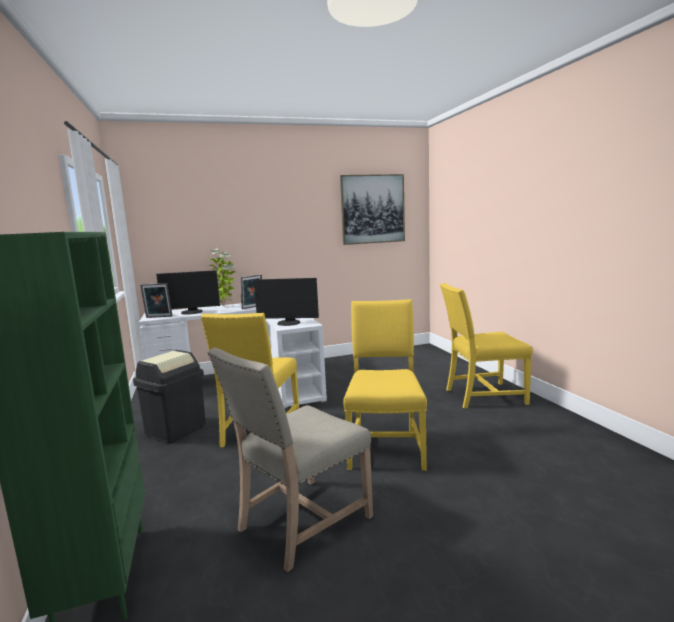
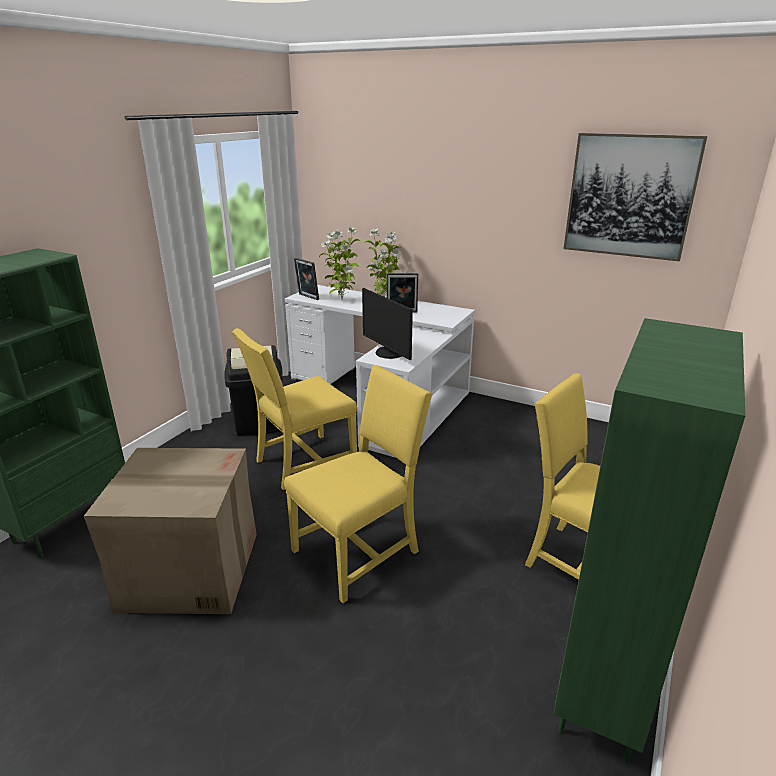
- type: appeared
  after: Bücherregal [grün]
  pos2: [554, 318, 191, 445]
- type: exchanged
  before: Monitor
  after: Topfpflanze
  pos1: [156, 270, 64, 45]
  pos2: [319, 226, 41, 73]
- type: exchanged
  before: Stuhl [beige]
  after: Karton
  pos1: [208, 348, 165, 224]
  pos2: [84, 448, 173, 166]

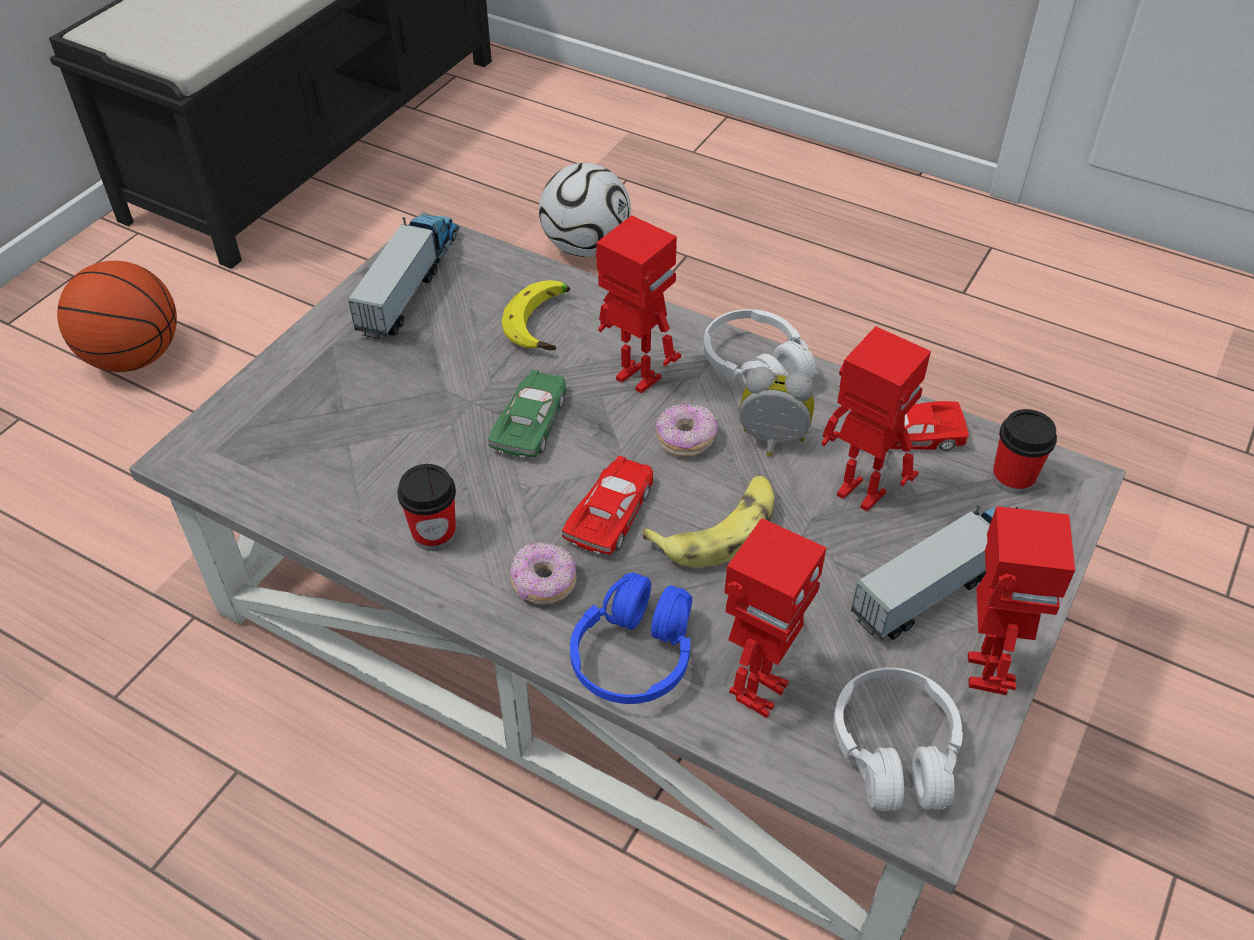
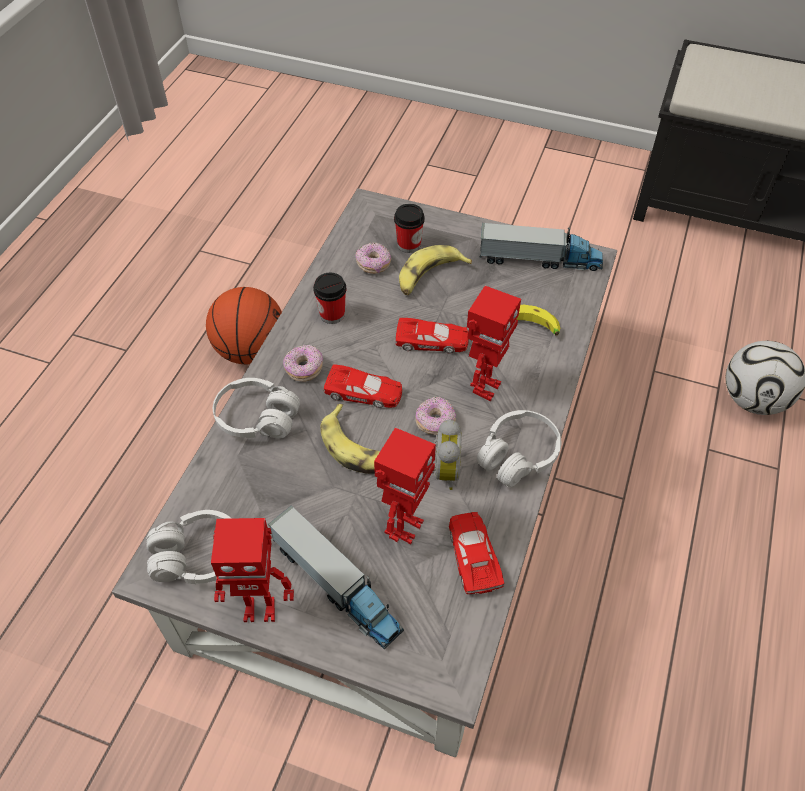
- type: missing
  before: Spielzeugroboter
  pos1: [725, 518, 102, 200]
- type: appeared
  after: Donut
  pos2: [355, 242, 36, 32]
- type: appeared
  after: Banane
  pos2: [399, 245, 73, 50]
- type: relocated
  before: Basketball
  pos1: [57, 261, 120, 111]
  pos2: [206, 287, 76, 77]
- type: relocated
  before: Tasse
  pos1: [992, 409, 65, 85]
  pos2: [394, 204, 31, 49]
- type: colour
  before: Spielzeugauto [grün]
  after: Spielzeugauto [rot]
  pos1: [488, 370, 79, 88]
  pos2: [395, 318, 74, 36]
- type: colour
  before: Kopfhörer [blau]
  after: Kopfhörer [weiß]
  pos1: [570, 573, 122, 131]
  pos2: [213, 378, 87, 61]

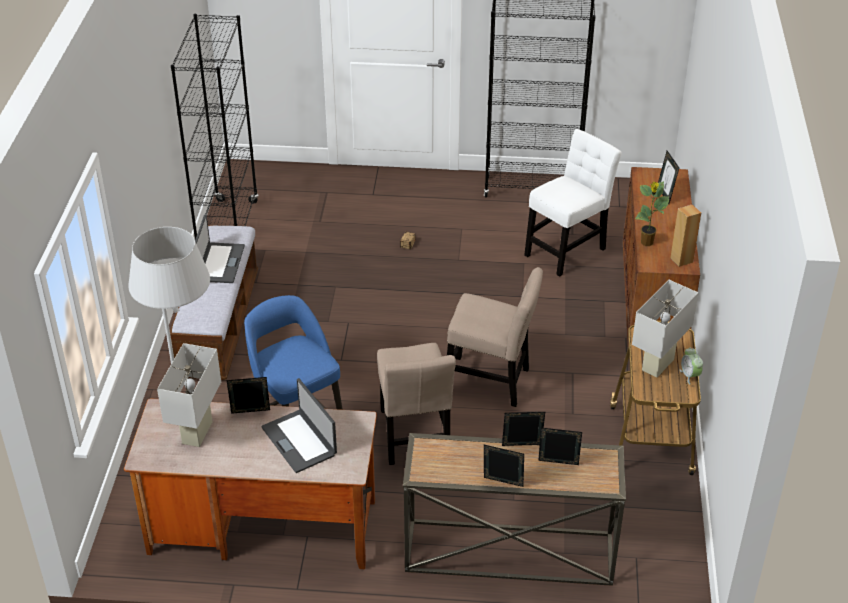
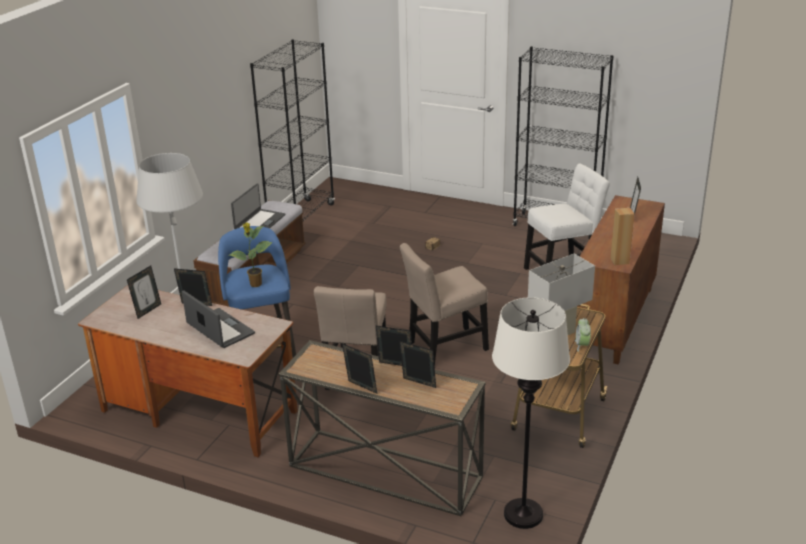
- type: appeared
  after: Stehlampe [weiß]
  pos2: [492, 297, 78, 232]
- type: relocated
  before: Topfpflanze
  pos1: [635, 181, 34, 65]
  pos2: [229, 223, 43, 64]
- type: exchanged
  before: Tischlampe [weiß]
  after: Bilderrahmen
  pos1: [157, 343, 64, 104]
  pos2: [127, 266, 34, 53]
- type: spun
  before: Laptop
  pos1: [261, 378, 76, 95]
  pos2: [182, 290, 73, 58]
  turn: 150
- type: spun
  before: Stuhl [beige]
  pos1: [447, 267, 96, 140]
  pos2: [400, 243, 89, 123]
  turn: 120

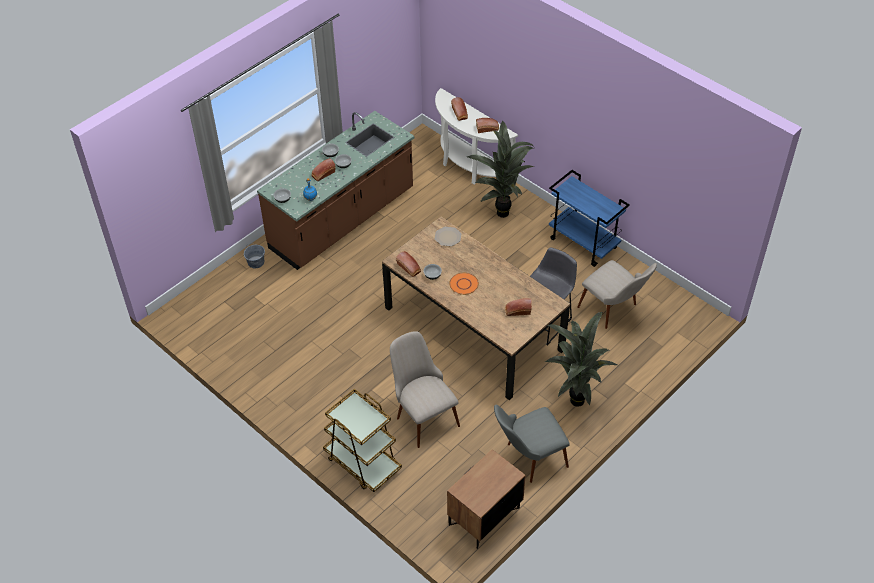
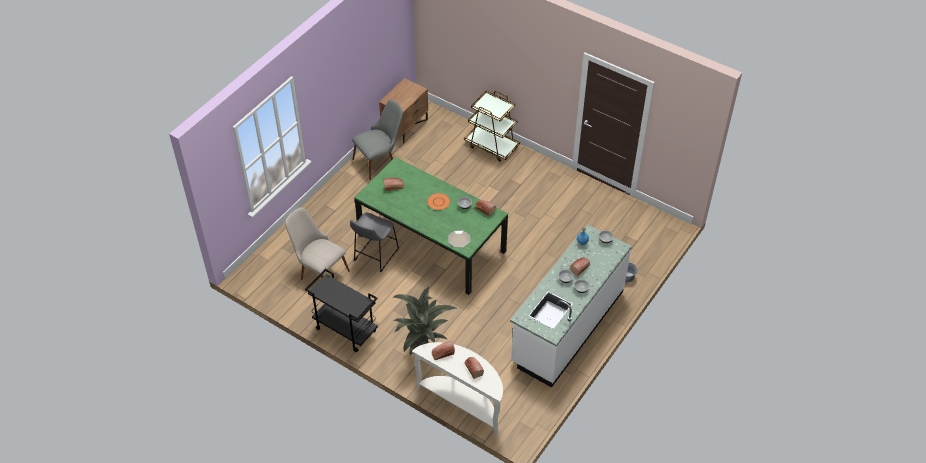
- type: missing
  before: Stuhl [beige]
  pos1: [390, 331, 70, 117]
- type: missing
  before: Topfpflanze
  pos1: [545, 312, 73, 95]
- type: colour
  before: Küchenzeile [braun]
  after: Küchenzeile [weiß]
  pos1: [257, 111, 157, 159]
  pos2: [510, 225, 122, 163]
- type: colour
  before: Esstisch [braun]
  after: Esstisch [grün]
  pos1: [382, 216, 188, 184]
  pos2: [354, 157, 154, 138]
- type: colour
  before: Rollwagen [blau]
  after: Rollwagen [schwarz]
  pos1: [549, 170, 81, 97]
  pos2: [305, 269, 73, 83]

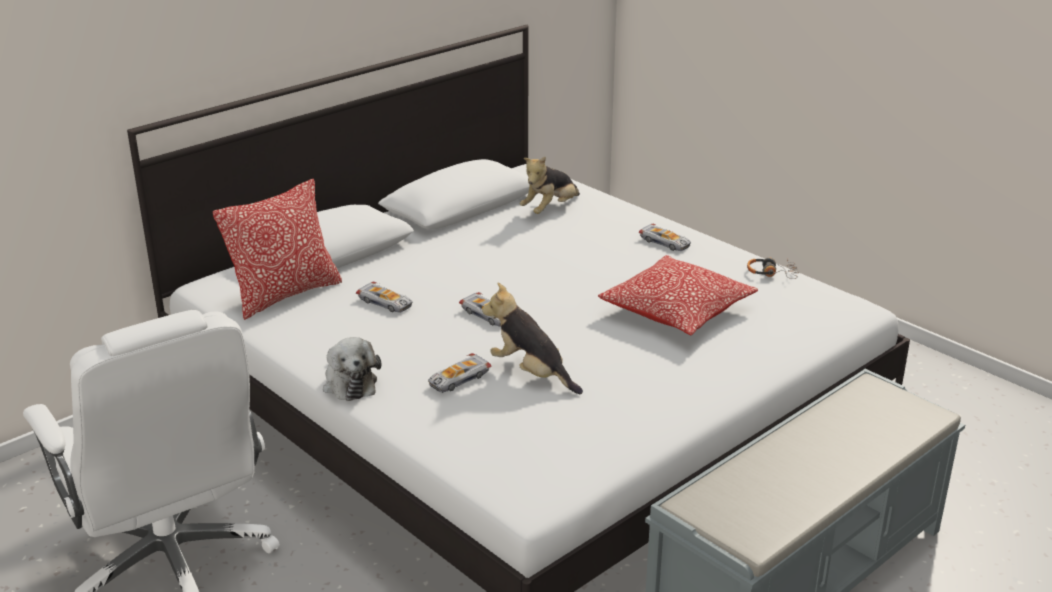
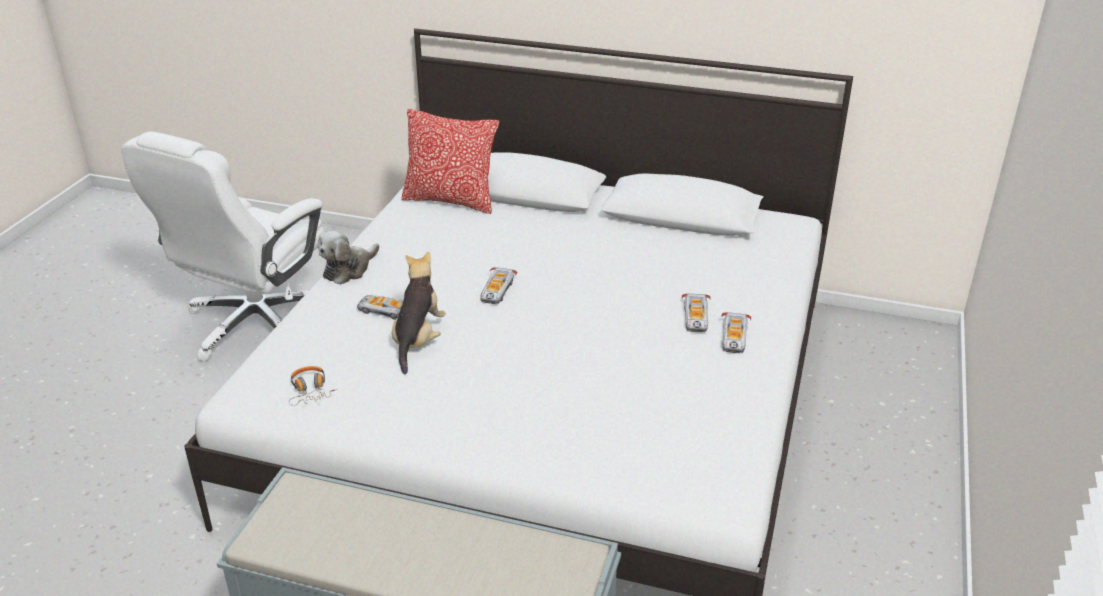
- type: missing
  before: Plüschtier
  pos1: [520, 156, 60, 58]
- type: missing
  before: Kissen
  pos1: [598, 255, 160, 80]
- type: relocated
  before: Spielzeugauto
  pos1: [356, 282, 56, 31]
  pos2: [682, 294, 29, 38]
- type: relocated
  before: Kopfhörer
  pos1: [747, 258, 52, 21]
  pos2: [289, 366, 48, 40]

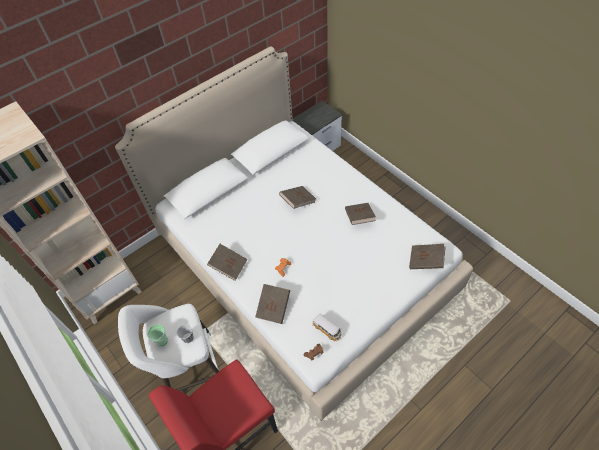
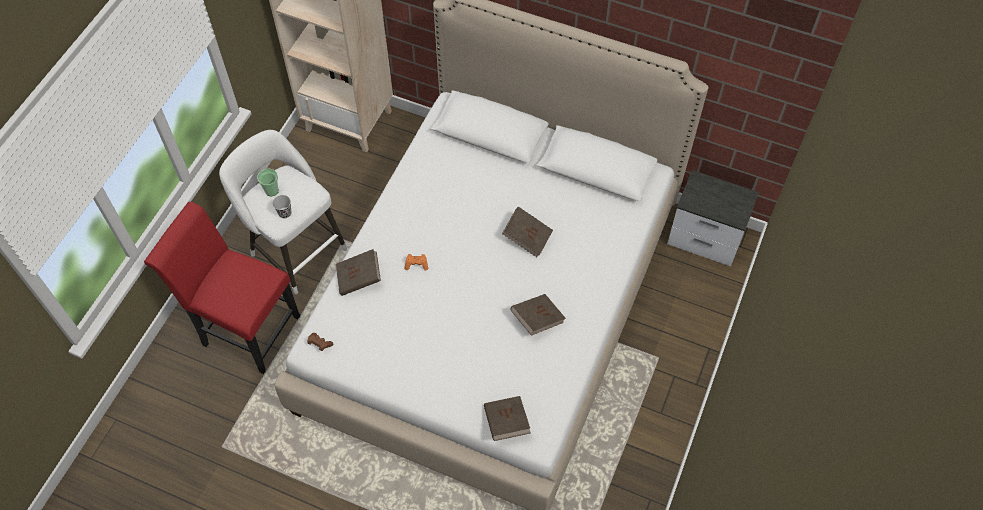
- type: missing
  before: Buch [braun]
  pos1: [207, 244, 41, 37]
- type: missing
  before: Spielzeugauto
  pos1: [312, 313, 30, 28]

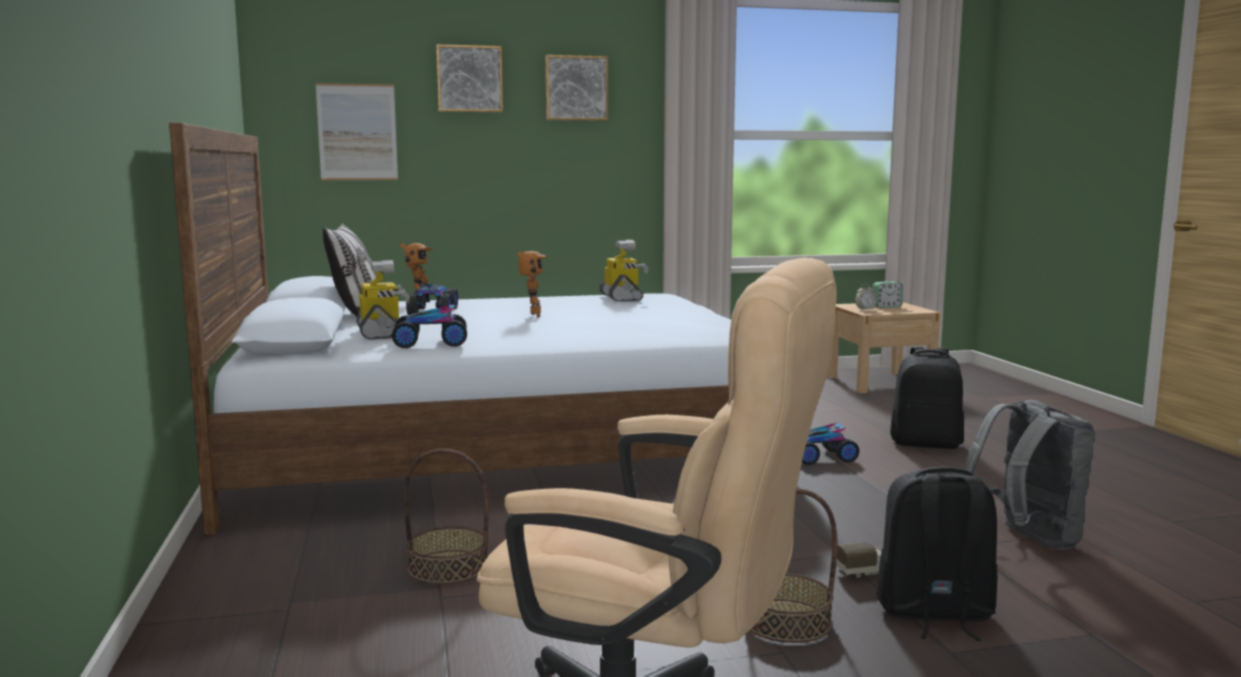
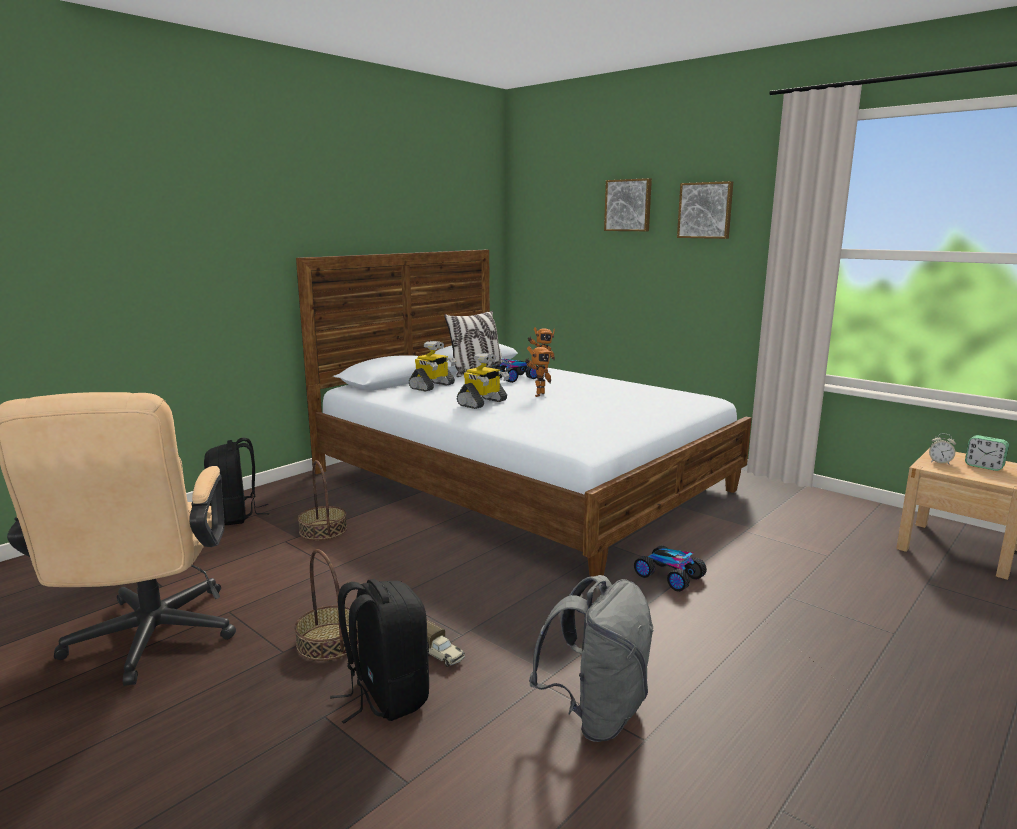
- type: missing
  before: Bild
  pos1: [316, 83, 82, 97]
- type: missing
  before: Spielzeugauto
  pos1: [392, 304, 75, 44]
- type: relocated
  before: Spielzeugroboter
  pos1: [599, 240, 50, 62]
  pos2: [457, 353, 53, 56]
- type: relocated
  before: Rucksack [schwarz]
  pos1: [890, 347, 74, 102]
  pos2: [204, 438, 66, 87]

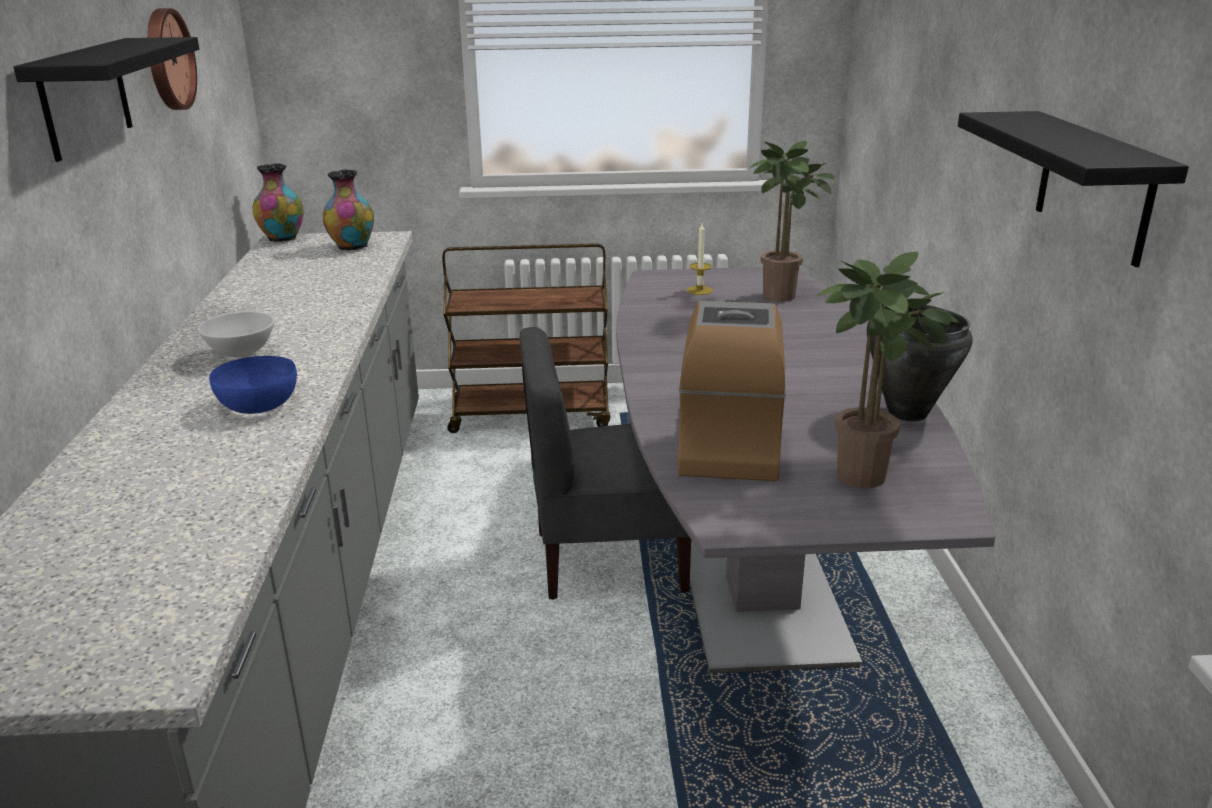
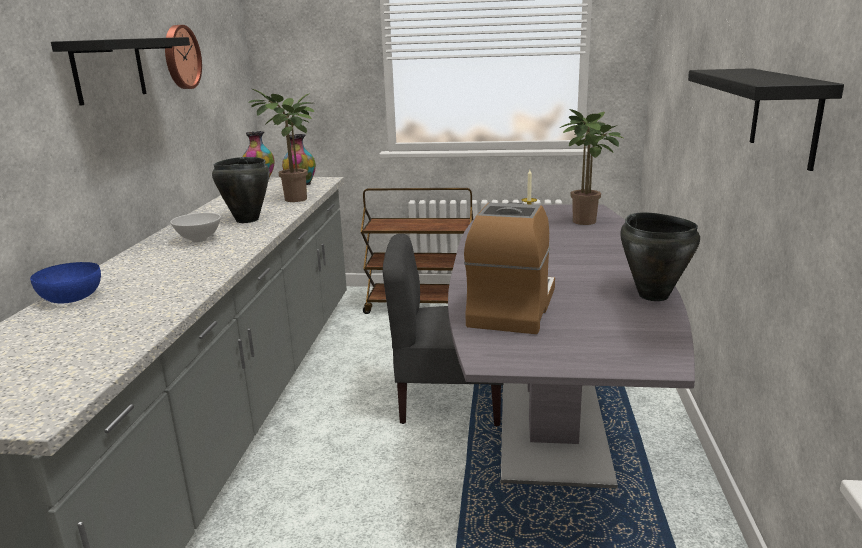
- type: appeared
  after: Kochtopf [schwarz]
  pos2: [212, 157, 58, 66]
- type: relocated
  before: Schüssel [blau]
  pos1: [209, 356, 88, 58]
  pos2: [30, 262, 71, 42]
- type: relocated
  before: Topfpflanze
  pos1: [817, 252, 141, 236]
  pos2: [248, 89, 66, 113]

